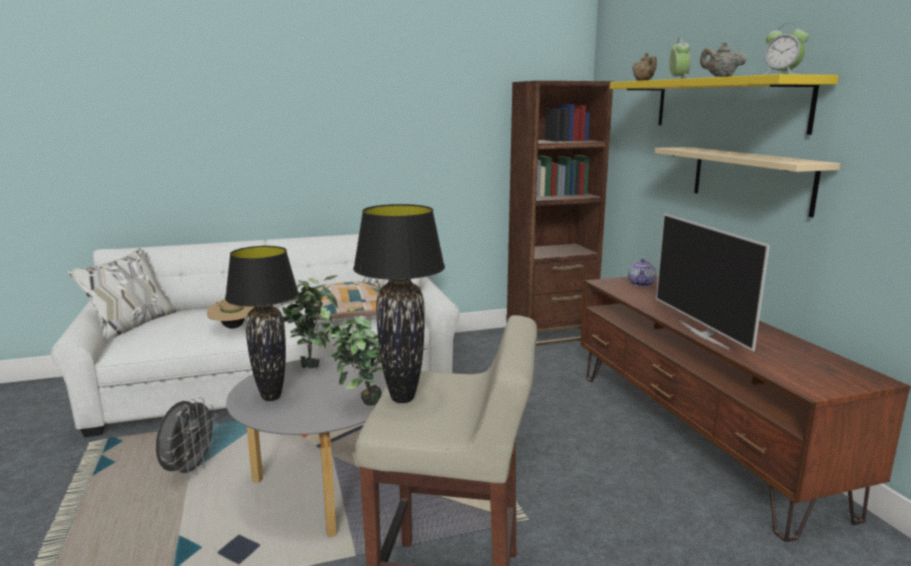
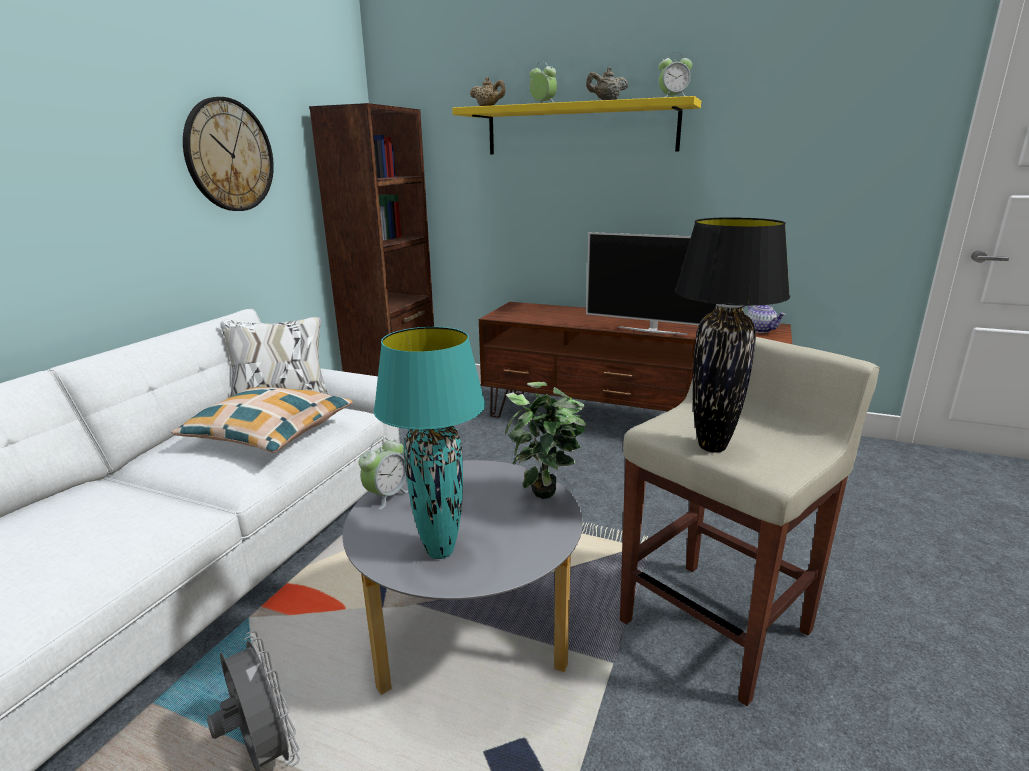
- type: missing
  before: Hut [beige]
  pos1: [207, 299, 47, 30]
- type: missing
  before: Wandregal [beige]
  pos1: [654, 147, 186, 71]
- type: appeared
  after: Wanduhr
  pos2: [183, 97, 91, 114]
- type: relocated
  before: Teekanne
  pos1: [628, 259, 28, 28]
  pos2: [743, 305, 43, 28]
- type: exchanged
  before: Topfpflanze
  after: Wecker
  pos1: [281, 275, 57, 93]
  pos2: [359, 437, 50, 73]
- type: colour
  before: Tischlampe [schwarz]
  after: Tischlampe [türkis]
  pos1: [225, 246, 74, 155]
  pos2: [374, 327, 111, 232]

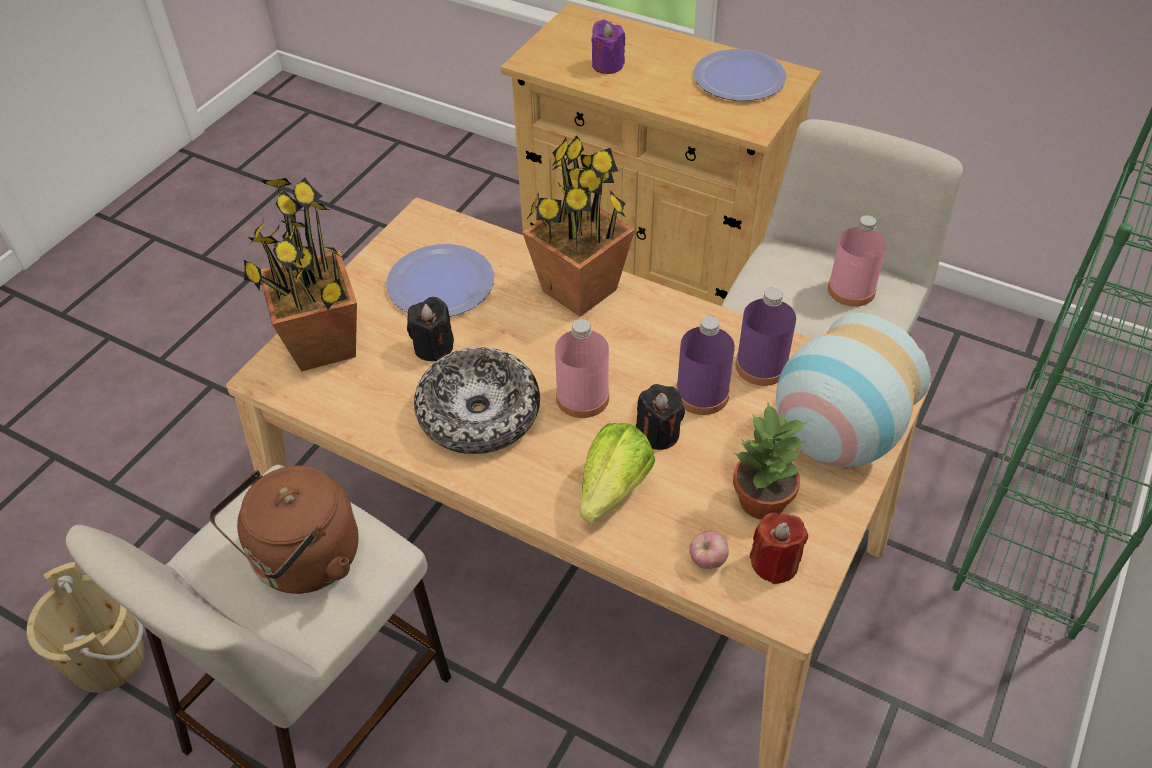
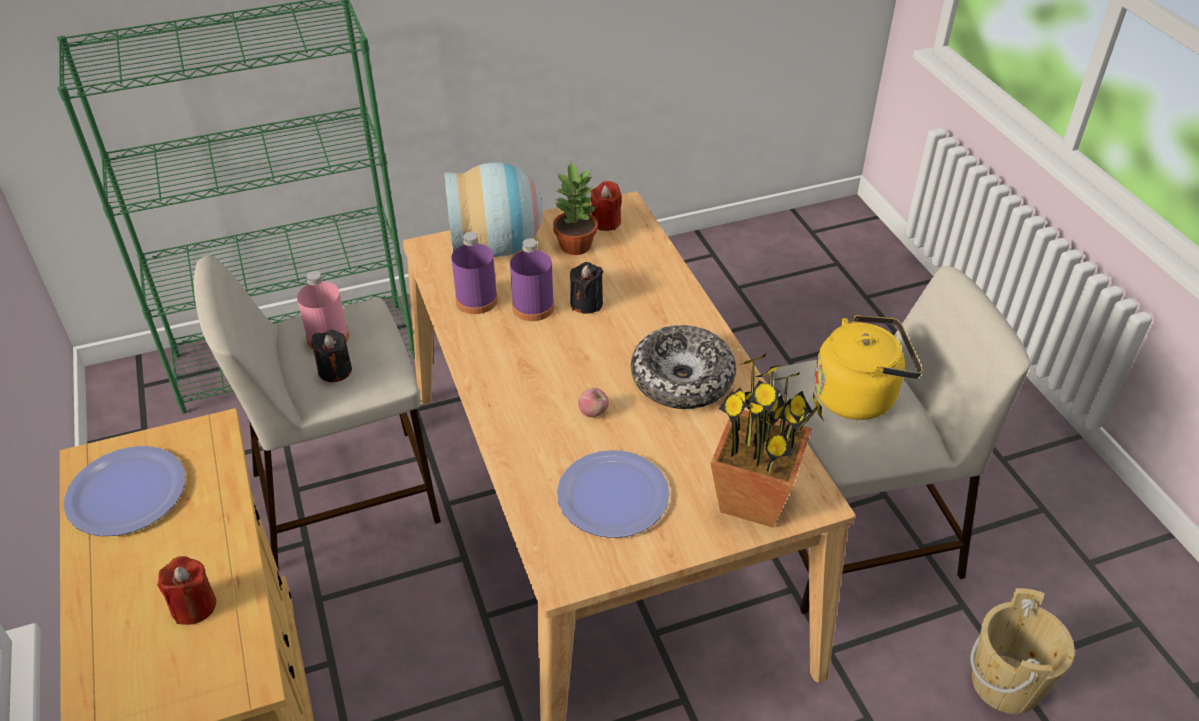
- type: missing
  before: Topfpflanze
  pos1: [522, 135, 113, 182]
- type: missing
  before: Flasche [rosa]
  pos1: [555, 319, 54, 99]
- type: missing
  before: Salatkopf
  pos1: [580, 423, 75, 100]
- type: relocated
  before: Kerze [schwarz]
  pos1: [407, 297, 47, 64]
  pos2: [312, 330, 40, 52]
- type: relocated
  before: Apfel
  pos1: [689, 531, 40, 38]
  pos2: [578, 388, 31, 29]
- type: colour
  before: Wasserkessel [braun]
  after: Wasserkessel [gelb]
  pos1: [209, 466, 149, 128]
  pos2: [814, 315, 108, 105]
- type: colour
  before: Kerze [lila]
  after: Kerze [rot]
  pos1: [591, 20, 34, 54]
  pos2: [157, 556, 59, 69]

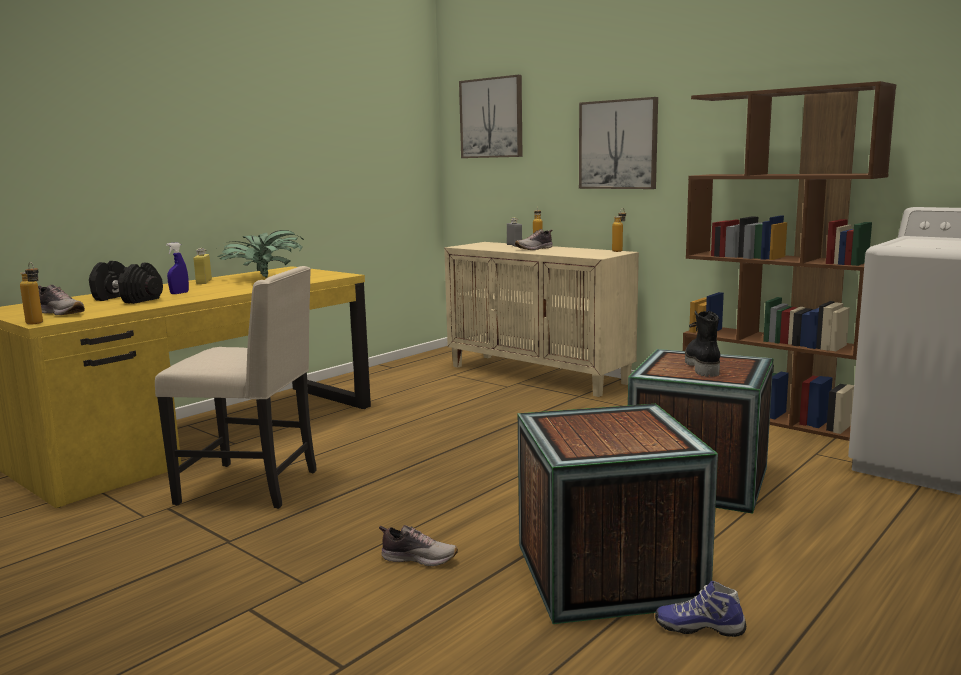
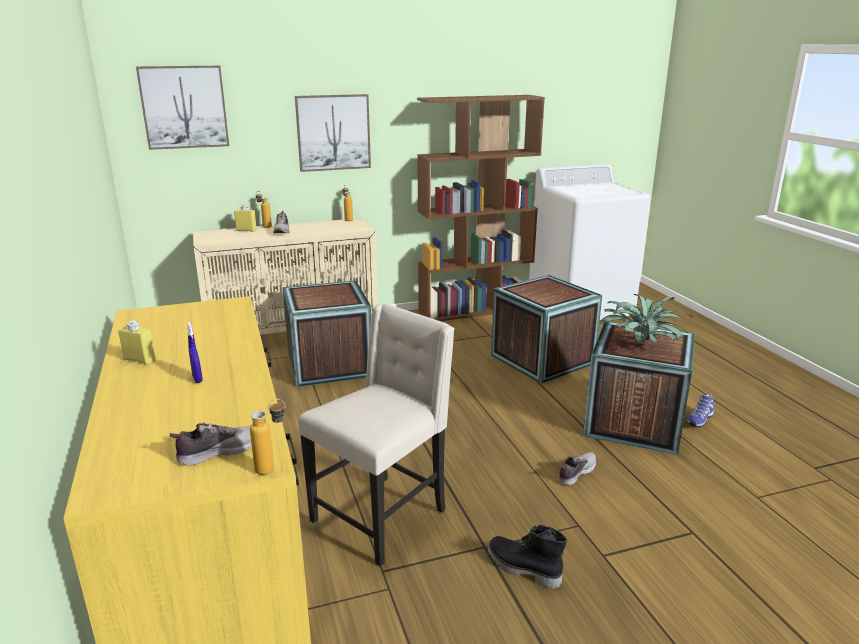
- type: missing
  before: Hantel [schwarz]
  pos1: [89, 261, 74, 43]
- type: appeared
  after: Kiste
  pos2: [282, 280, 89, 107]
- type: relocated
  before: Topfpflanze
  pos1: [217, 230, 87, 48]
  pos2: [601, 294, 92, 51]
- type: relocated
  before: Stiefel [schwarz]
  pos1: [685, 310, 35, 67]
  pos2: [488, 525, 79, 64]
- type: colour
  before: Flasche [grau]
  after: Flasche [gelb]
  pos1: [507, 218, 15, 29]
  pos2: [234, 205, 23, 27]

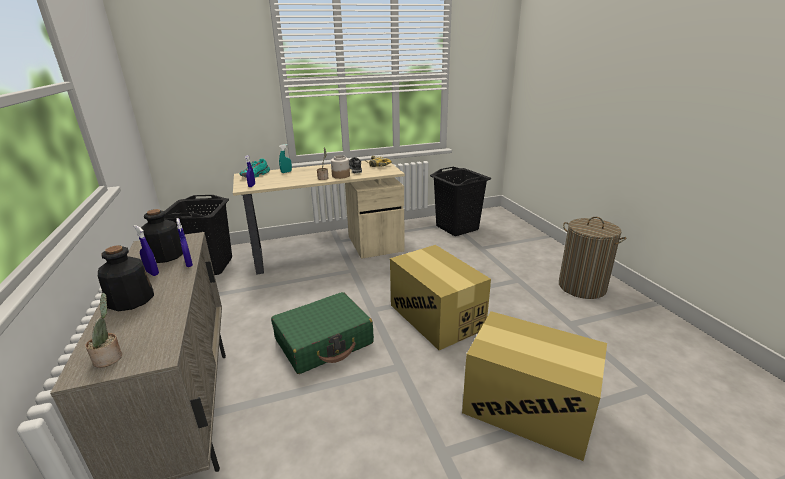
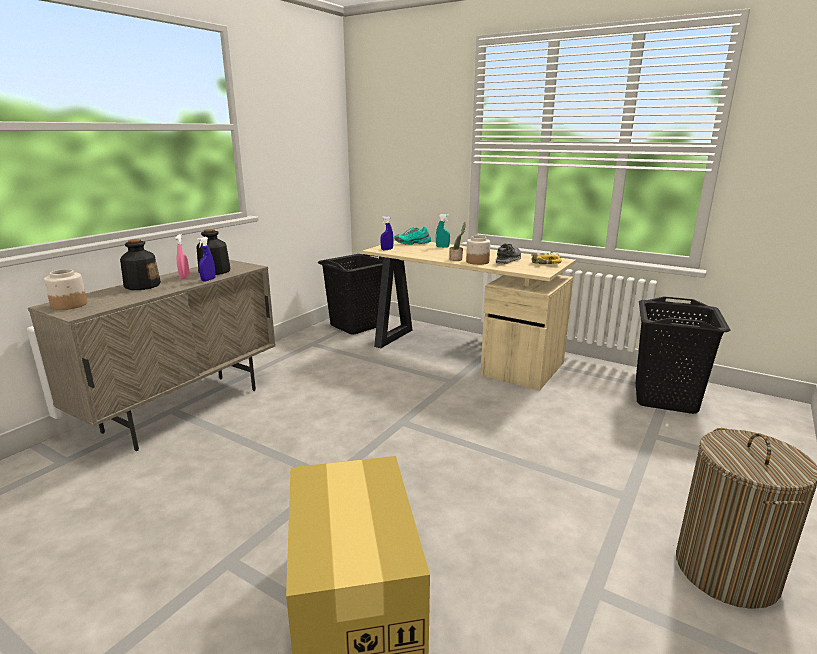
- type: missing
  before: Koffer [grün]
  pos1: [271, 292, 103, 82]
- type: missing
  before: Karton
  pos1: [390, 245, 101, 105]
- type: exchanged
  before: Topfpflanze
  after: Vorratsglas
  pos1: [85, 293, 37, 75]
  pos2: [44, 269, 43, 41]
- type: colour
  before: Sprühflasche [blau]
  after: Sprühflasche [rosa]
  pos1: [134, 225, 25, 51]
  pos2: [175, 234, 15, 45]

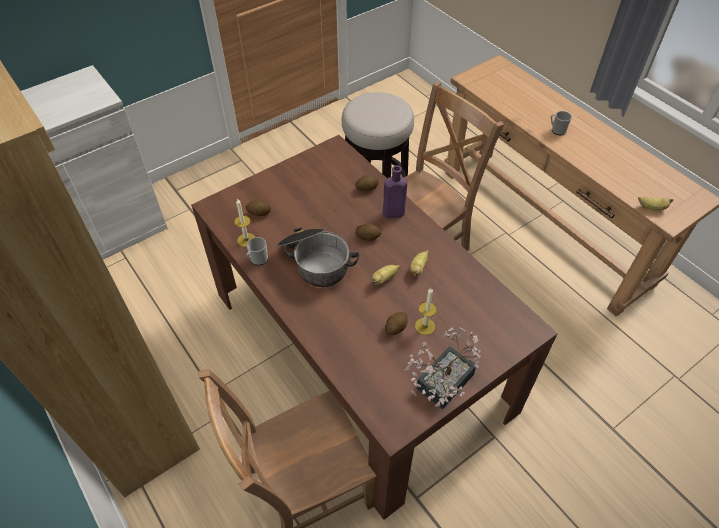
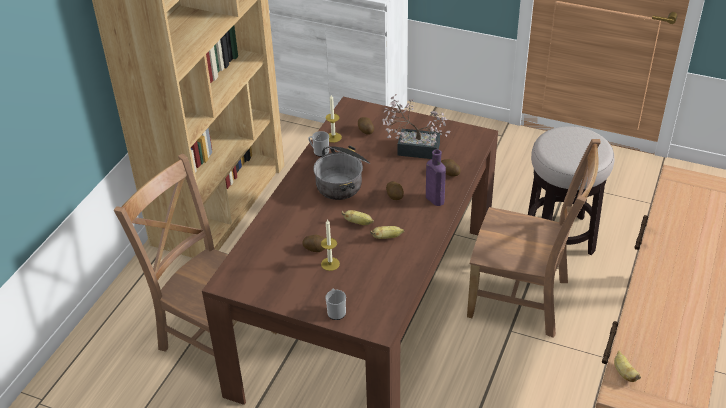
- type: relocated
  before: Topfpflanze
  pos1: [405, 327, 76, 82]
  pos2: [382, 94, 68, 65]
- type: relocated
  before: Henkelbecher
  pos1: [551, 111, 21, 24]
  pos2: [325, 288, 21, 32]

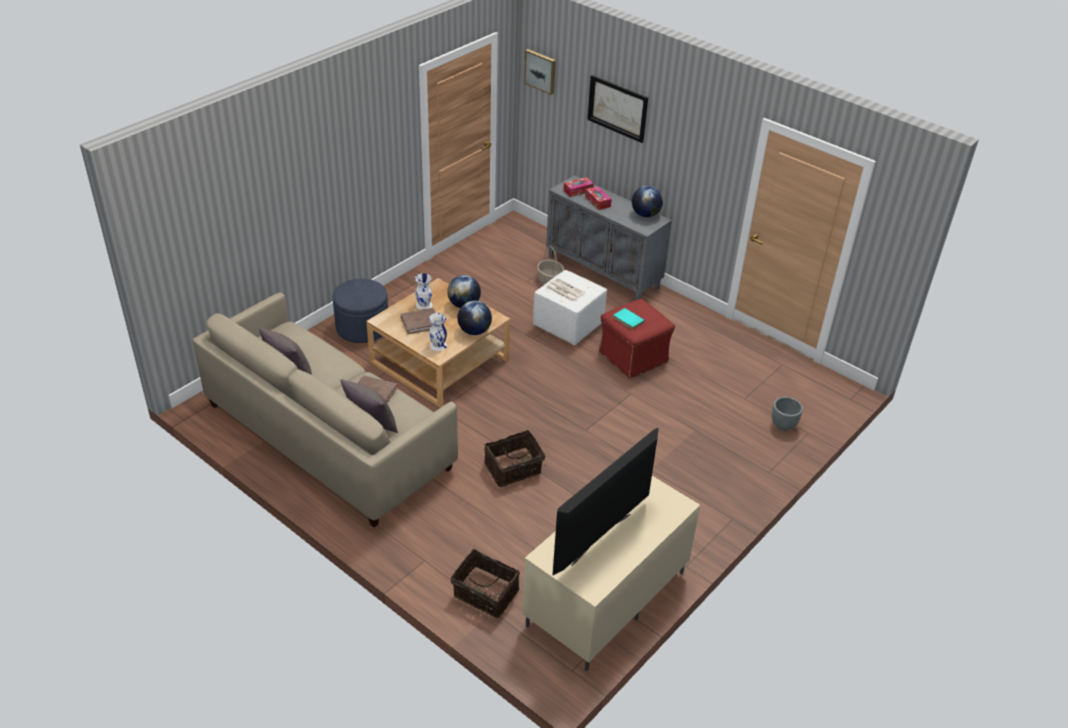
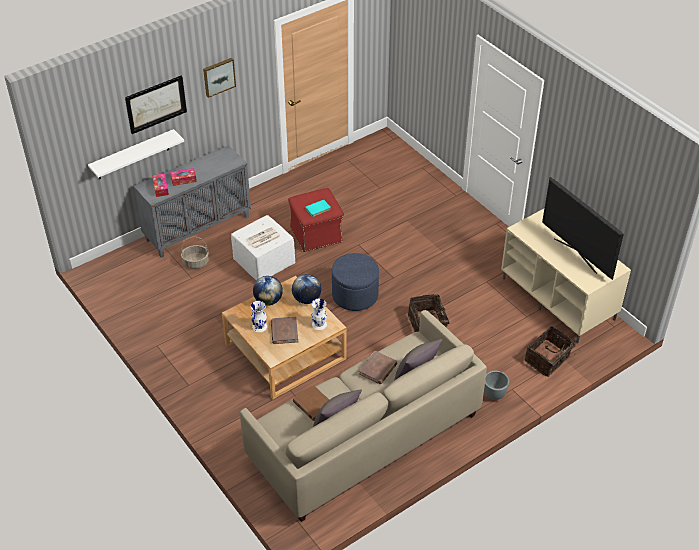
- type: missing
  before: Globus
  pos1: [632, 186, 31, 31]
- type: appeared
  after: Wandregal [weiß]
  pos2: [88, 129, 96, 50]
- type: appeared
  after: Buch [braun]
  pos2: [293, 385, 36, 36]
- type: relocated
  before: Polsterhocker [blau]
  pos1: [332, 279, 56, 64]
  pos2: [332, 253, 47, 58]
- type: relocated
  before: Bild
  pos1: [524, 49, 32, 46]
  pos2: [203, 58, 33, 40]
- type: relocated
  before: Pflanzkübel [grau]
  pos1: [772, 397, 31, 34]
  pos2: [484, 371, 25, 29]

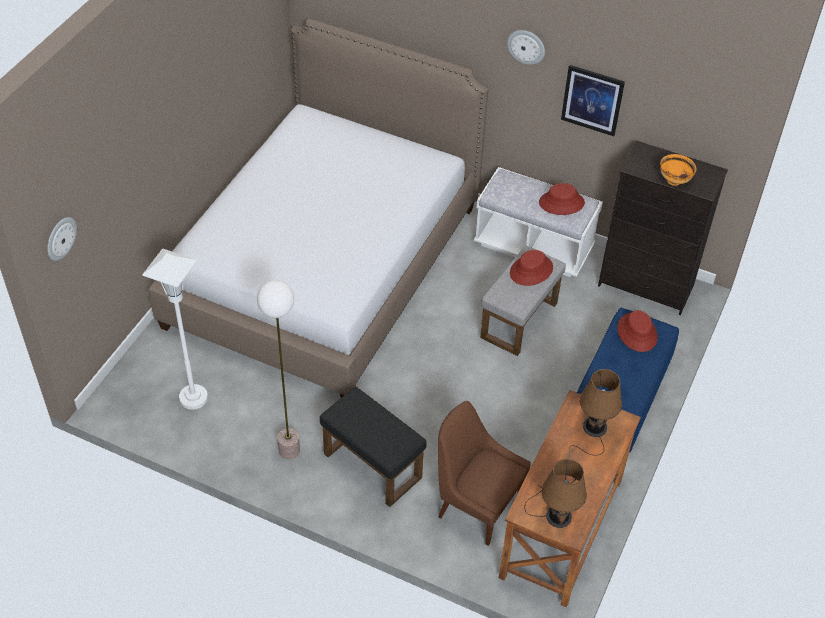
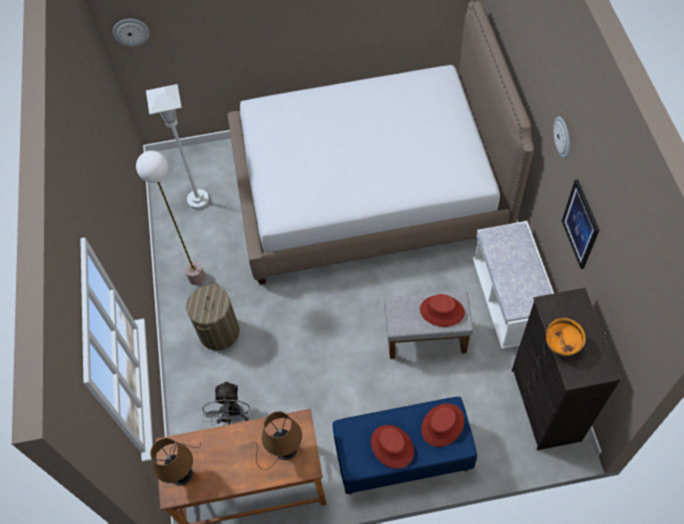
- type: relocated
  before: Hut [rot]
  pos1: [539, 183, 46, 32]
  pos2: [371, 425, 43, 44]
- type: exchanged
  before: Polsterhocker [schwarz]
  after: Wäschekorb
  pos1: [320, 387, 107, 120]
  pos2: [186, 282, 53, 68]
- type: exchanged
  before: Stuhl [braun]
  after: Ventilator [grau]
  pos1: [438, 401, 93, 145]
  pos2: [202, 381, 48, 45]

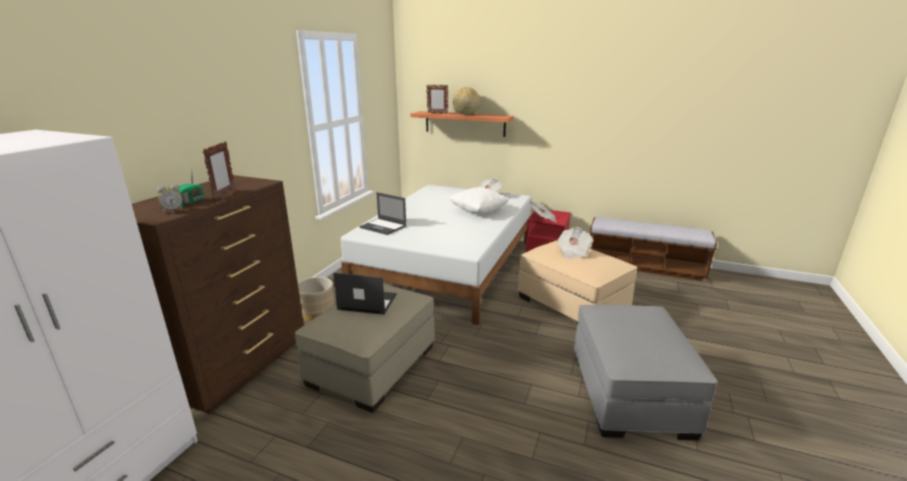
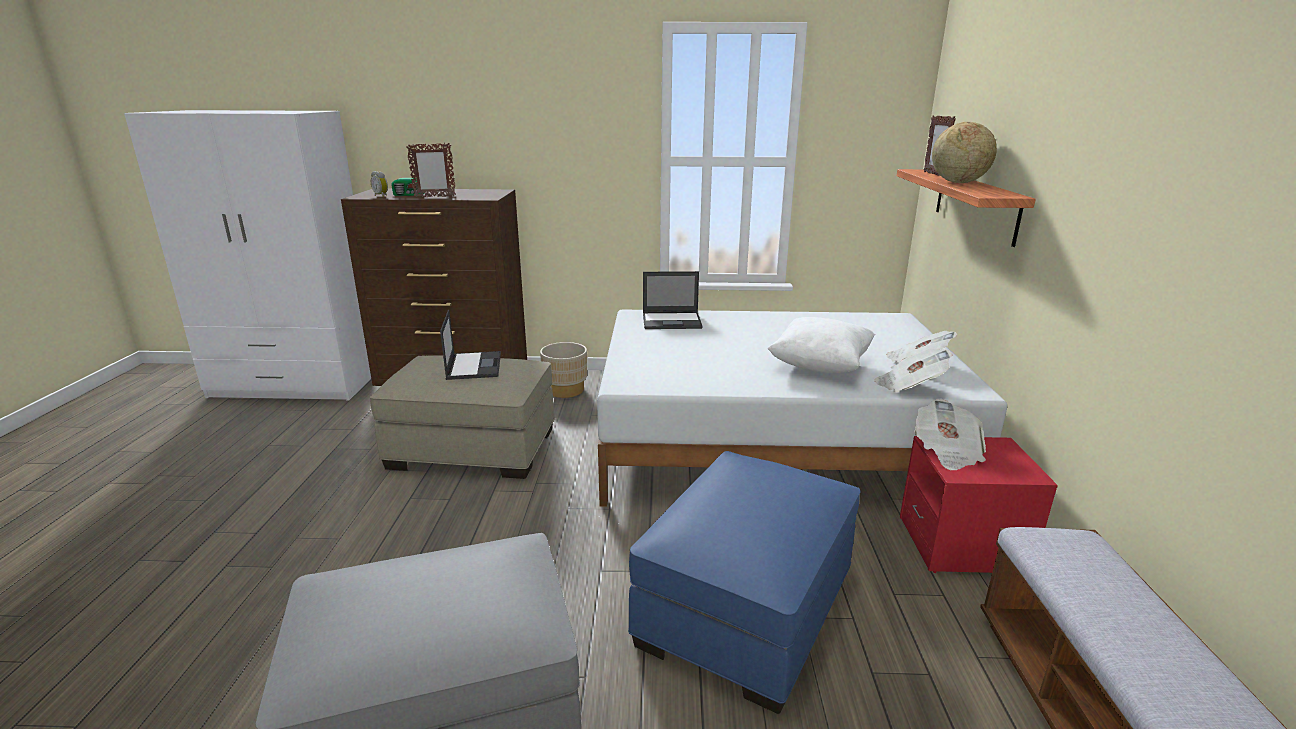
- type: relocated
  before: Zeitung
  pos1: [557, 227, 36, 32]
  pos2: [874, 348, 79, 44]
- type: colour
  before: Polsterhocker [beige]
  after: Polsterhocker [blau]
  pos1: [518, 240, 119, 85]
  pos2: [628, 451, 232, 263]
- type: spun
  before: Laptop
  pos1: [360, 192, 47, 43]
  pos2: [643, 271, 60, 58]
  turn: -105

